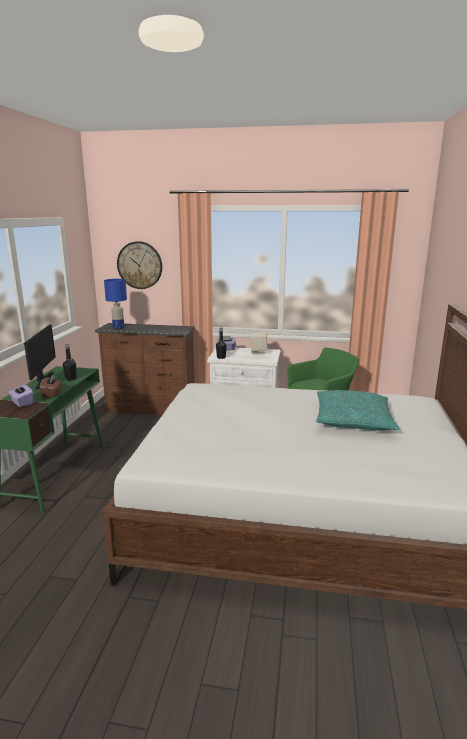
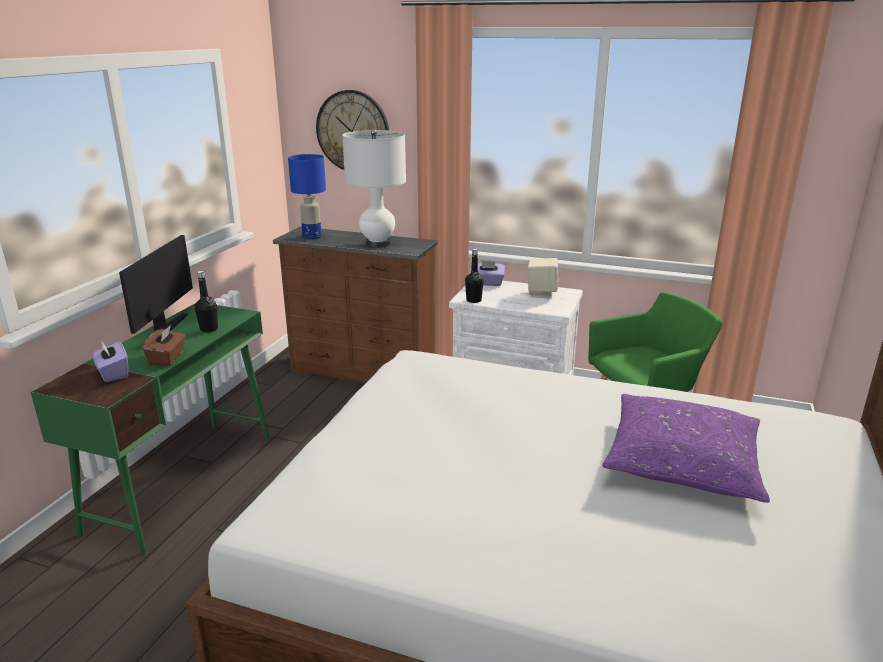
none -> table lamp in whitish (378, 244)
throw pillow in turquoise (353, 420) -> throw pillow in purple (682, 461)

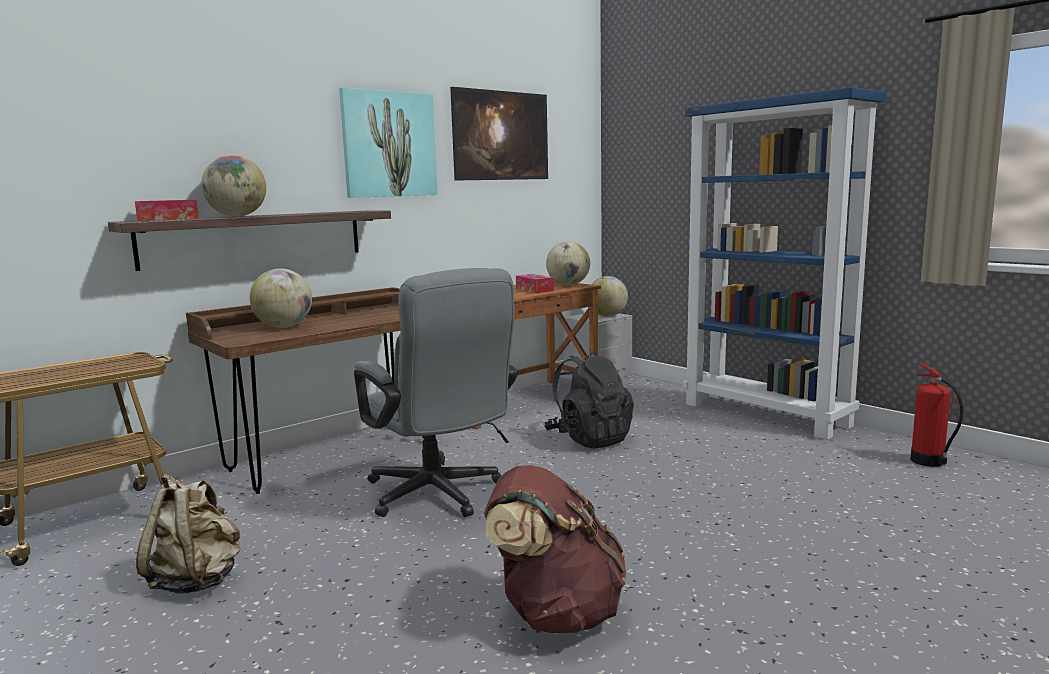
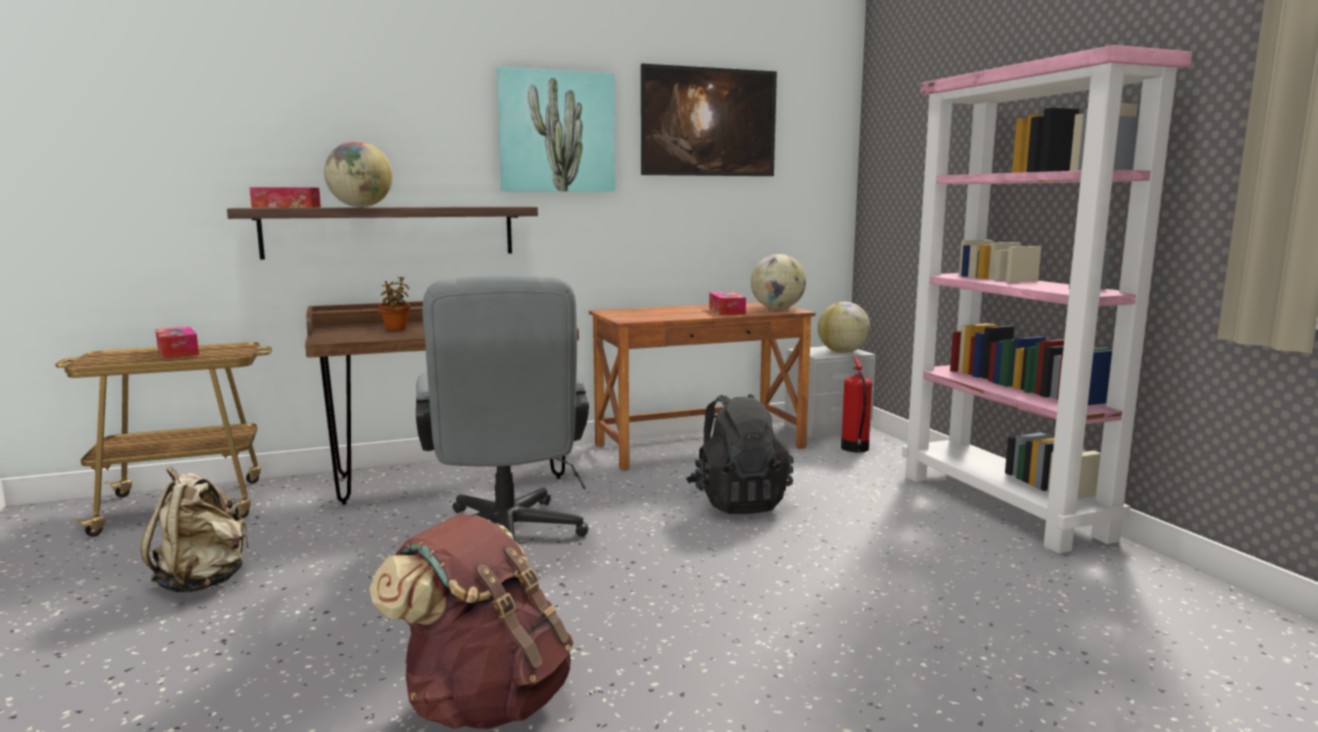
none -> tissue holder (178, 351)
desk globe (284, 327) -> potted plant (396, 329)
extinguisher (928, 462) -> extinguisher (854, 449), relocated
bookcase in bluish (767, 414) -> bookcase in pink-coloured (1004, 506)

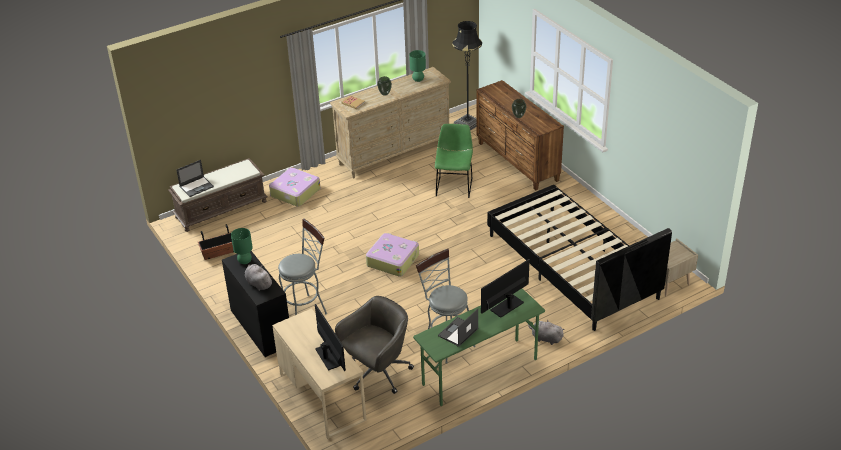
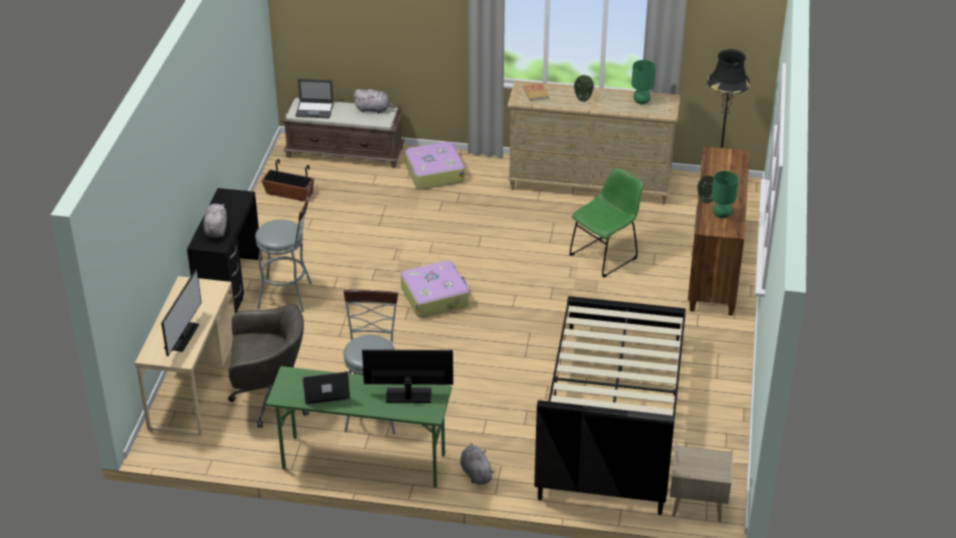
none -> cuddly toy in grey (374, 109)
table lamp in green-coloured (245, 261) -> table lamp in green-coloured (721, 215), relocated

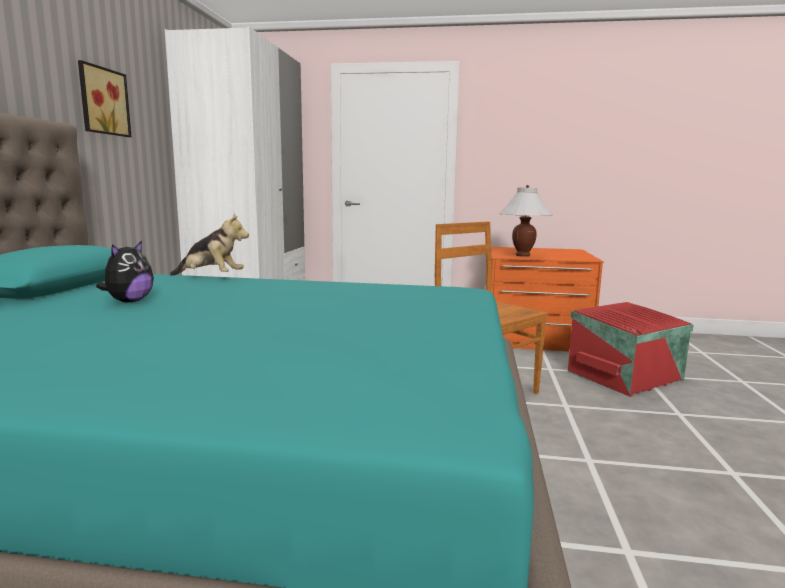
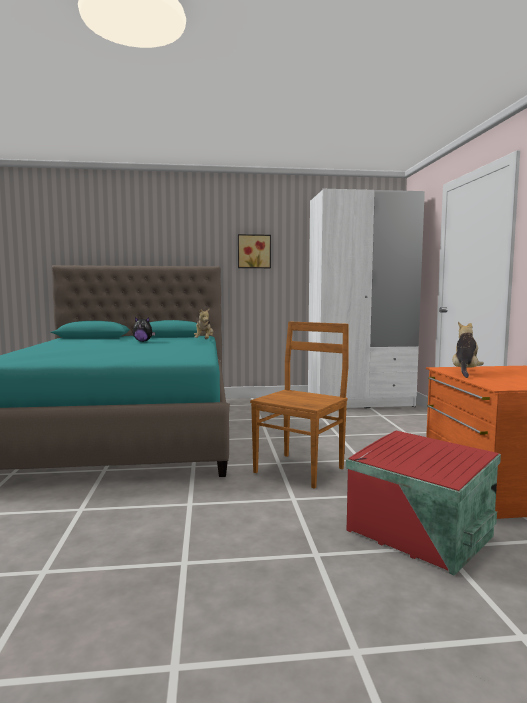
table lamp in whitish (523, 255) -> cuddly toy (465, 372)

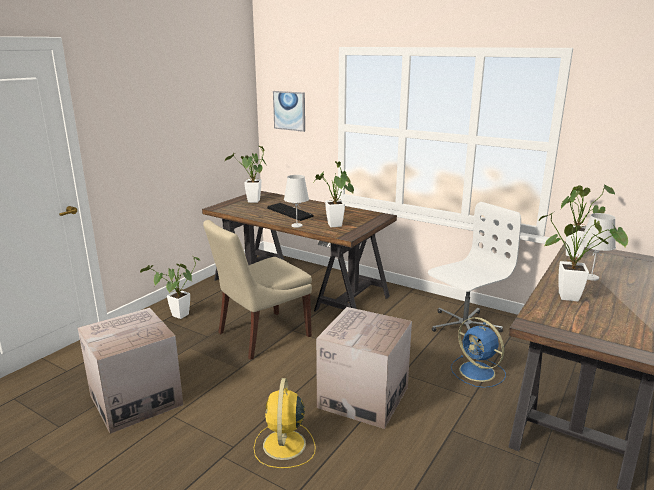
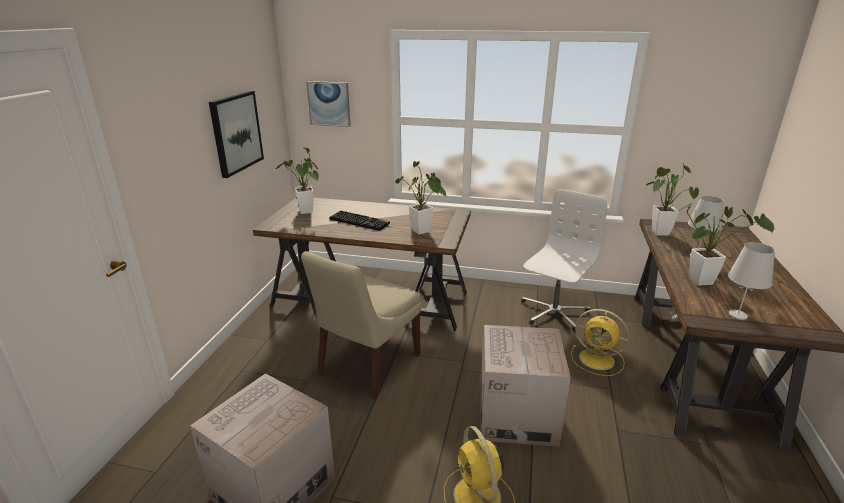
none -> picture (236, 132)
electric fan in bluish (478, 372) -> electric fan in yellow-coloured (598, 360)
table lamp in whitish (296, 225) -> table lamp in whitish (737, 315), relocated
potted plant (177, 317) -> none

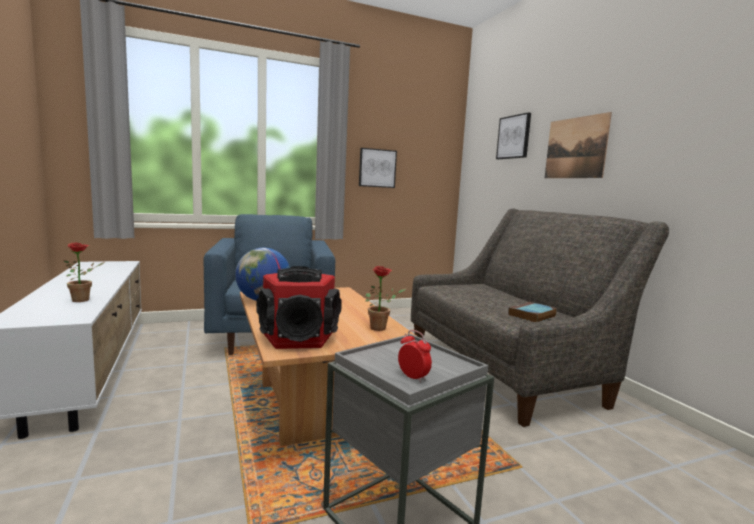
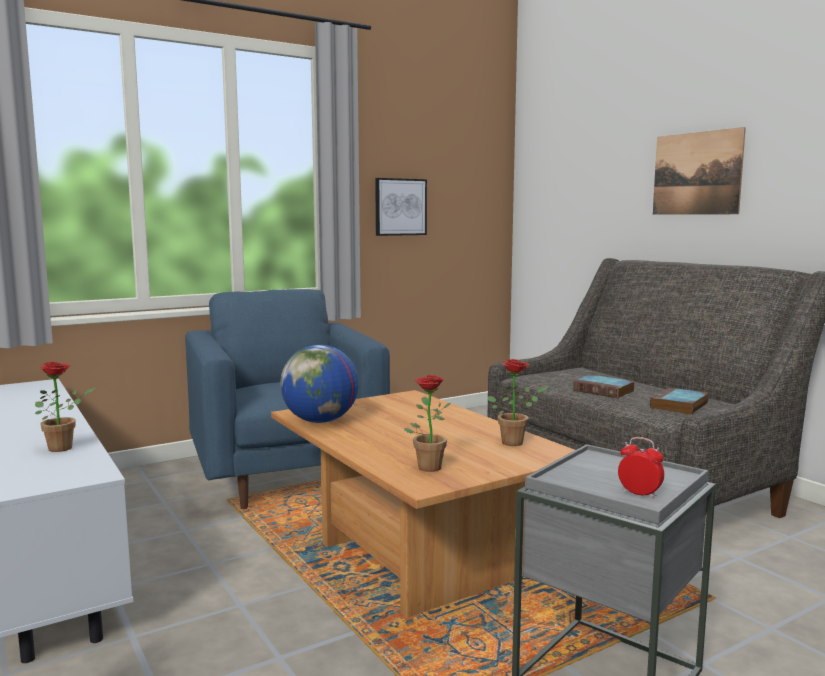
speaker (299, 337) -> potted plant (427, 466)
none -> bound book (605, 391)
picture (514, 137) -> none

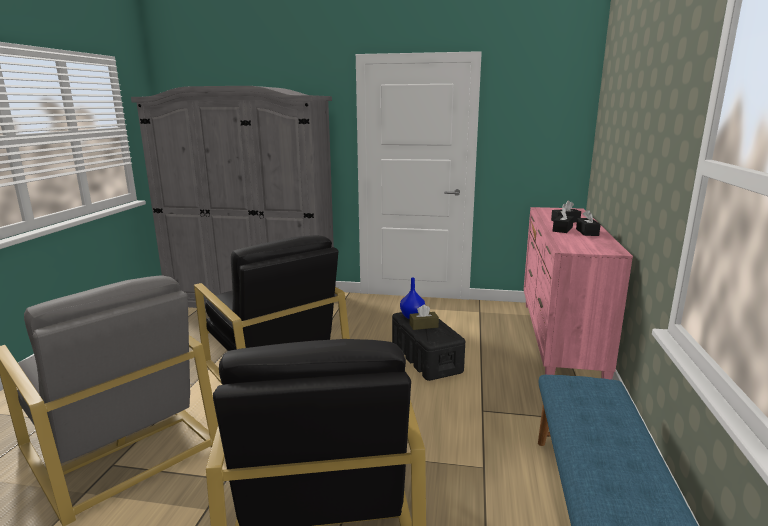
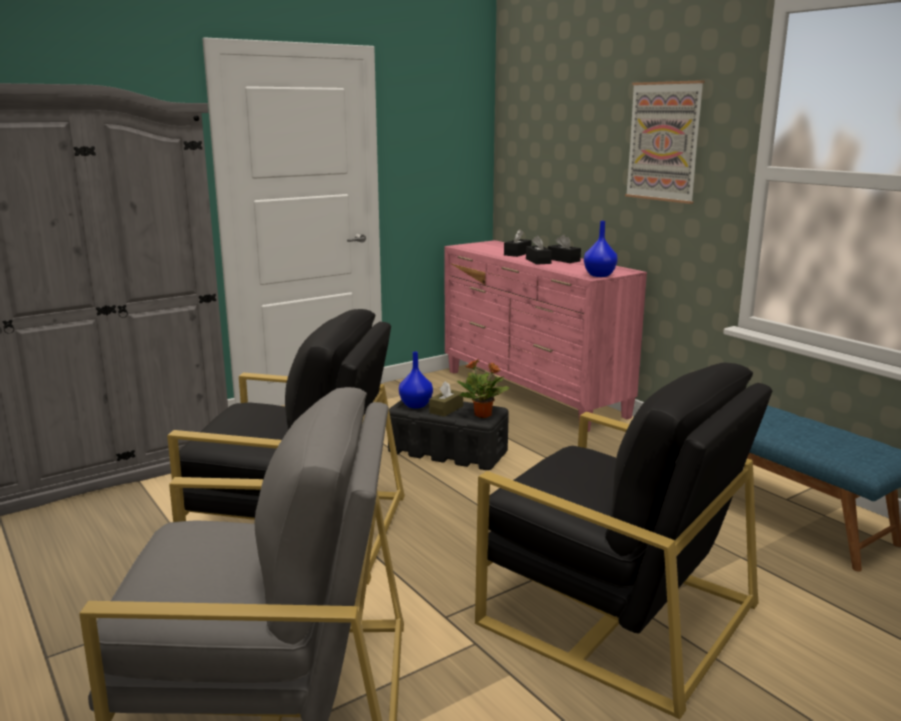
none -> potted plant (483, 415)
none -> flower vase in bluish (599, 275)
none -> picture (664, 141)

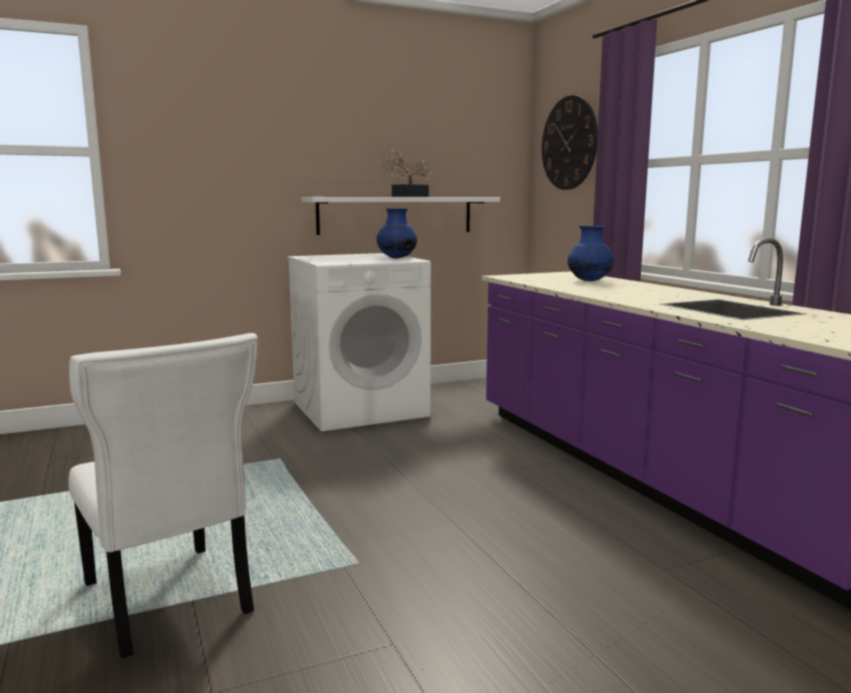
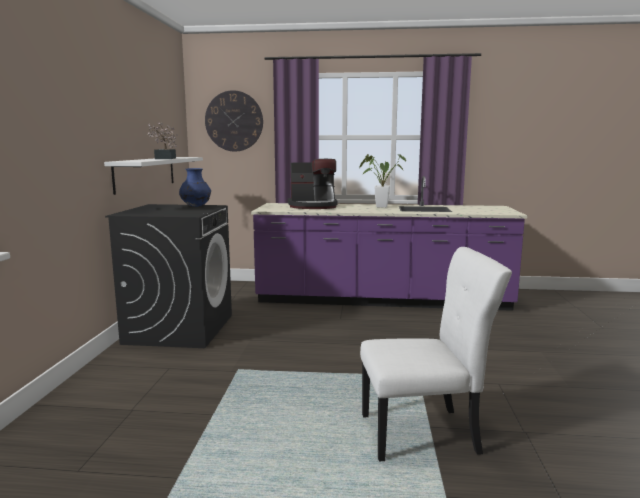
laundry machine in whitish (360, 409) -> laundry machine in black-coloured (179, 329)
flower vase in bluish (589, 281) -> coffee machine (313, 206)
none -> potted plant (378, 206)

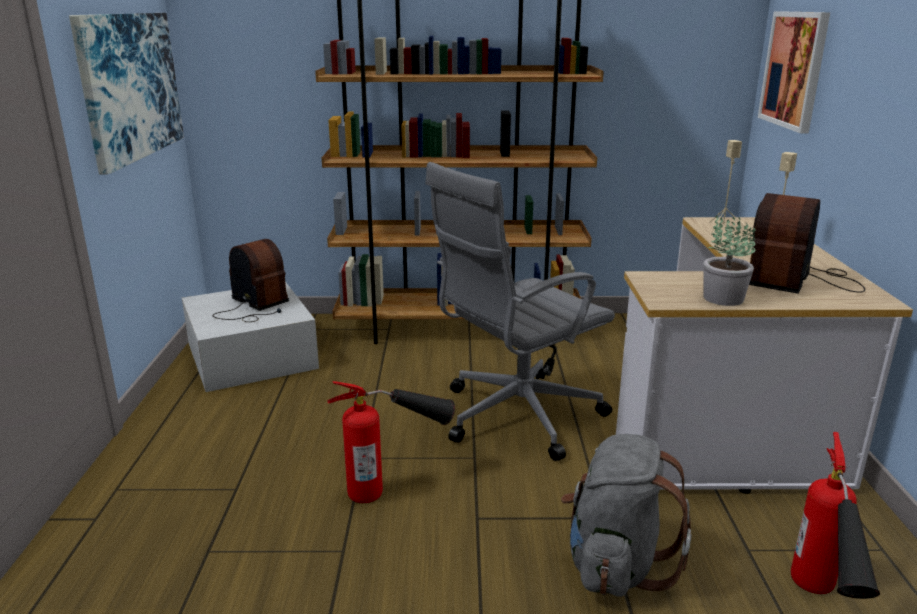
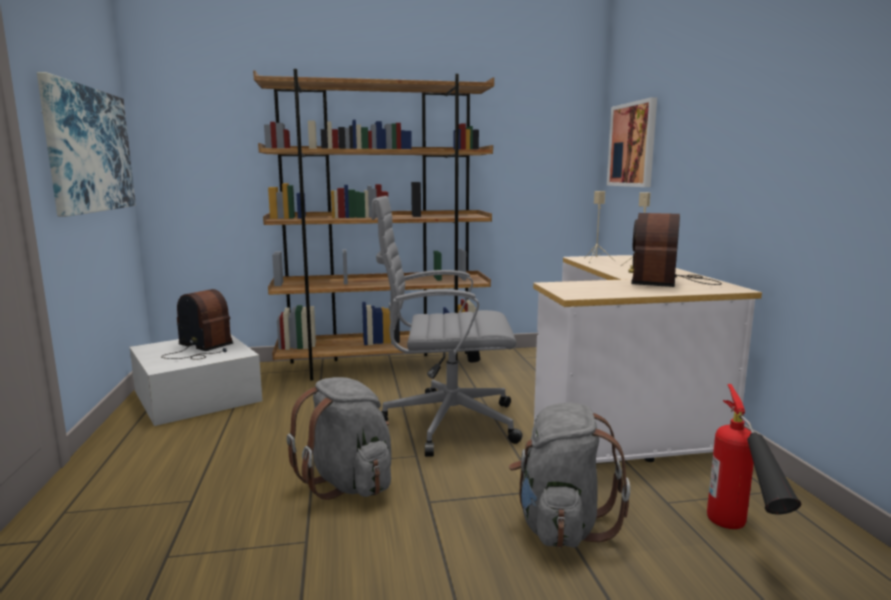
extinguisher (396, 484) -> knapsack in grey (348, 482)
desk chair in grey (516, 416) -> desk chair in grey (445, 423), 45 degrees clockwise
potted plant (722, 298) -> none

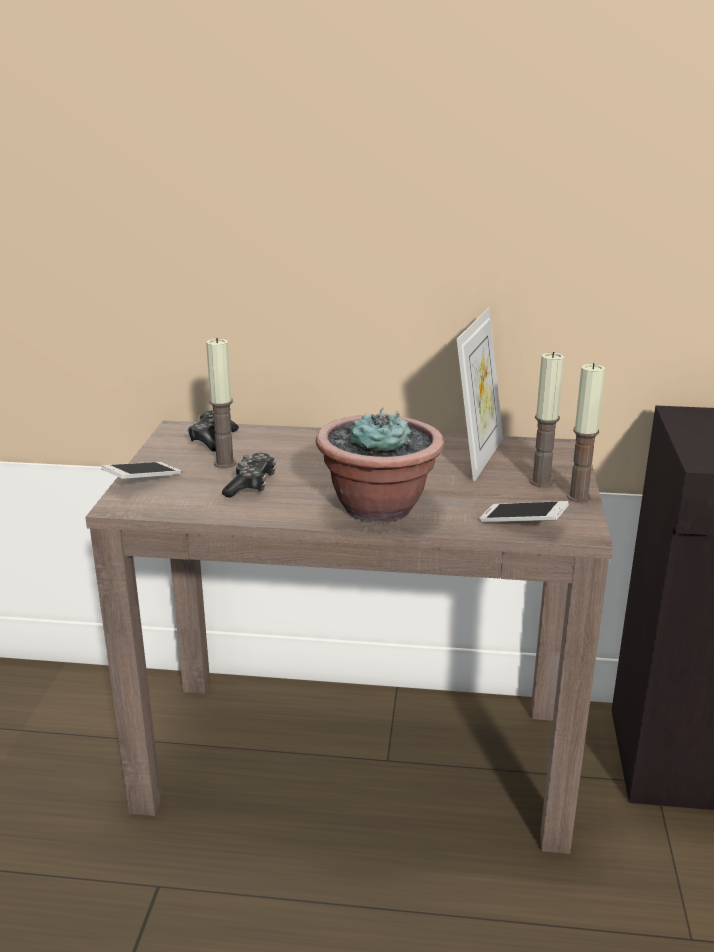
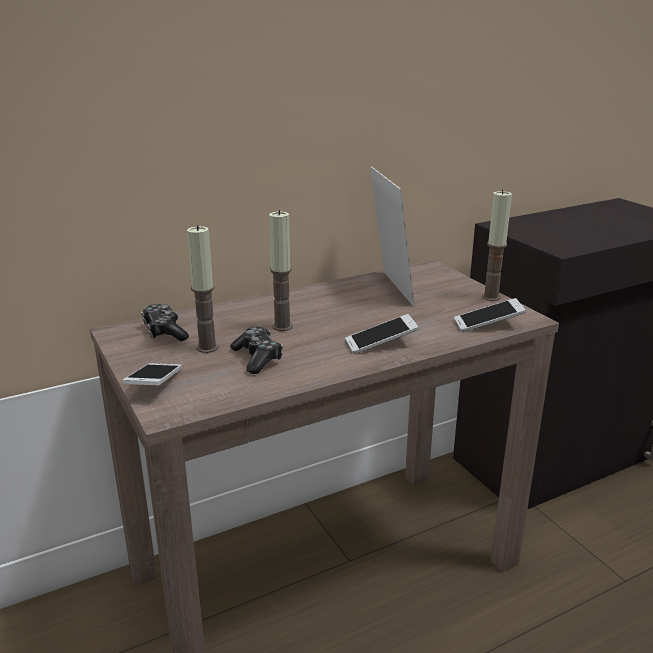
candle (541, 482) -> candle (282, 326), relocated
potted plant (378, 507) -> handset (381, 344)

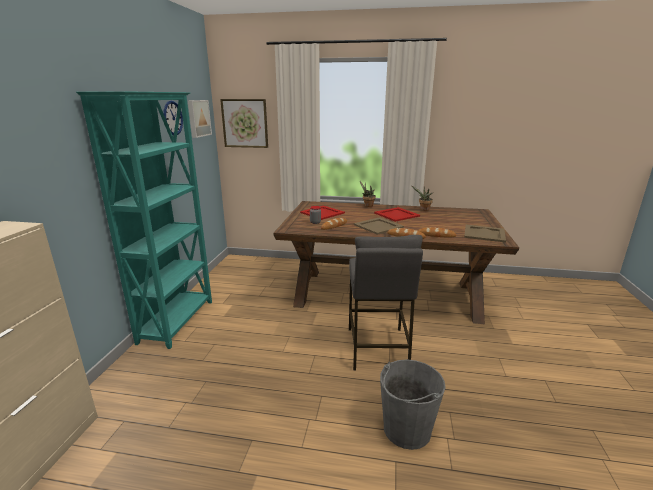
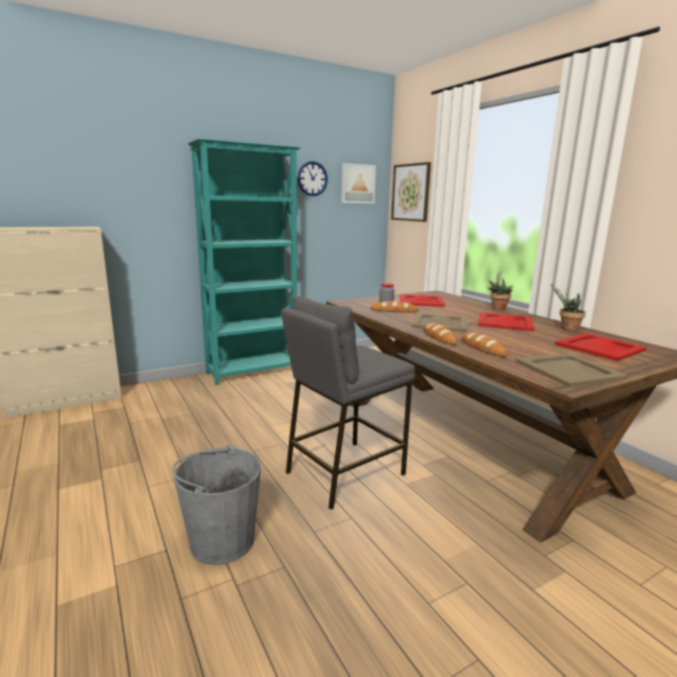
none -> serving tray in red (599, 347)

